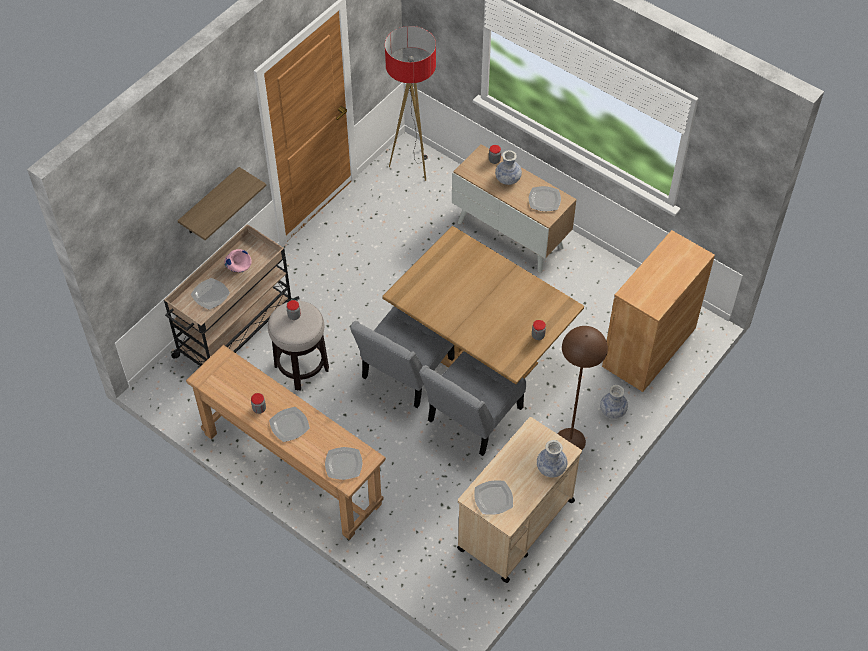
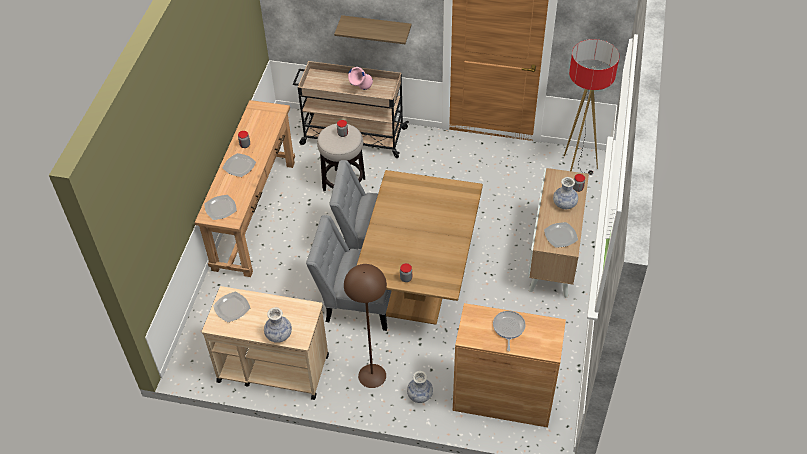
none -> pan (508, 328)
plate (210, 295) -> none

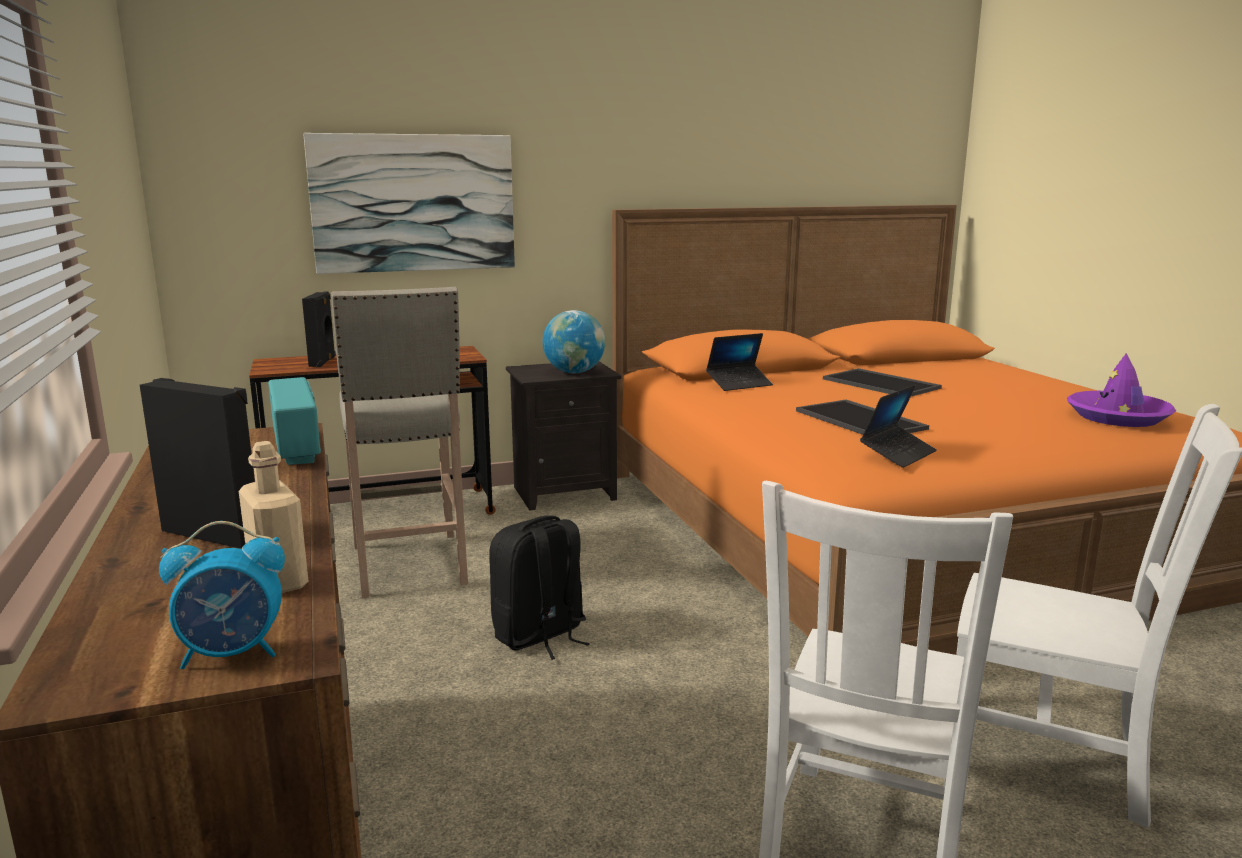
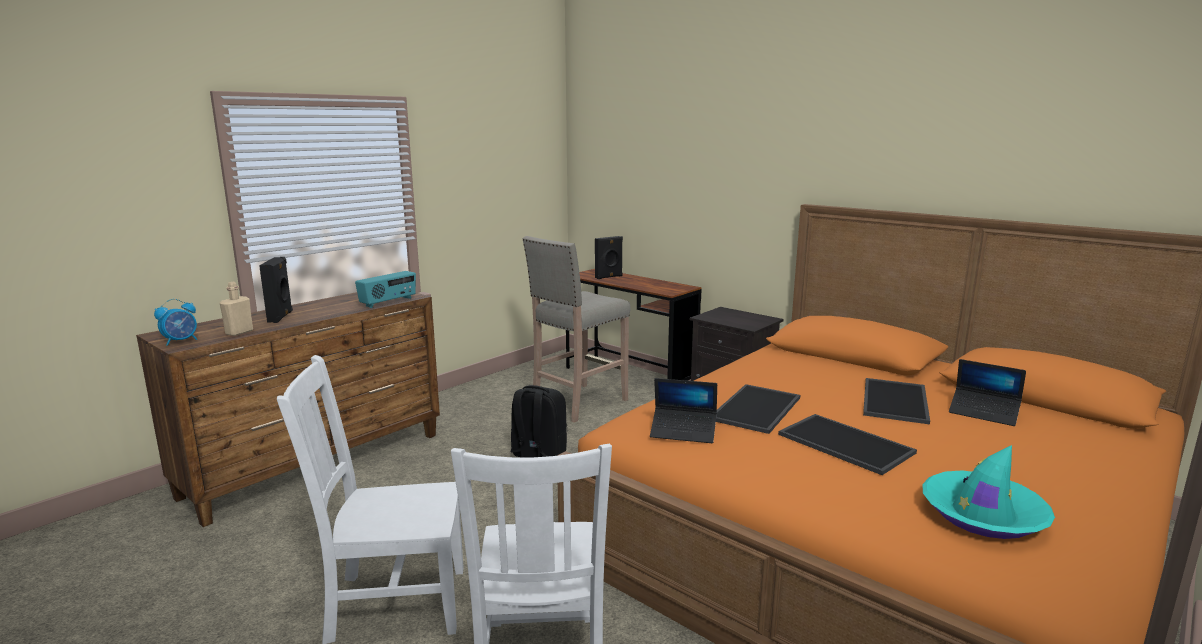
alarm clock (233, 654) -> alarm clock (181, 341), 90 degrees counterclockwise
none -> serving tray (843, 443)
wearable hat in purple (1118, 417) -> wearable hat in turquoise (983, 515)
laptop (739, 384) -> laptop (983, 413), relocated
picture (413, 203) -> none
desk globe (574, 372) -> none

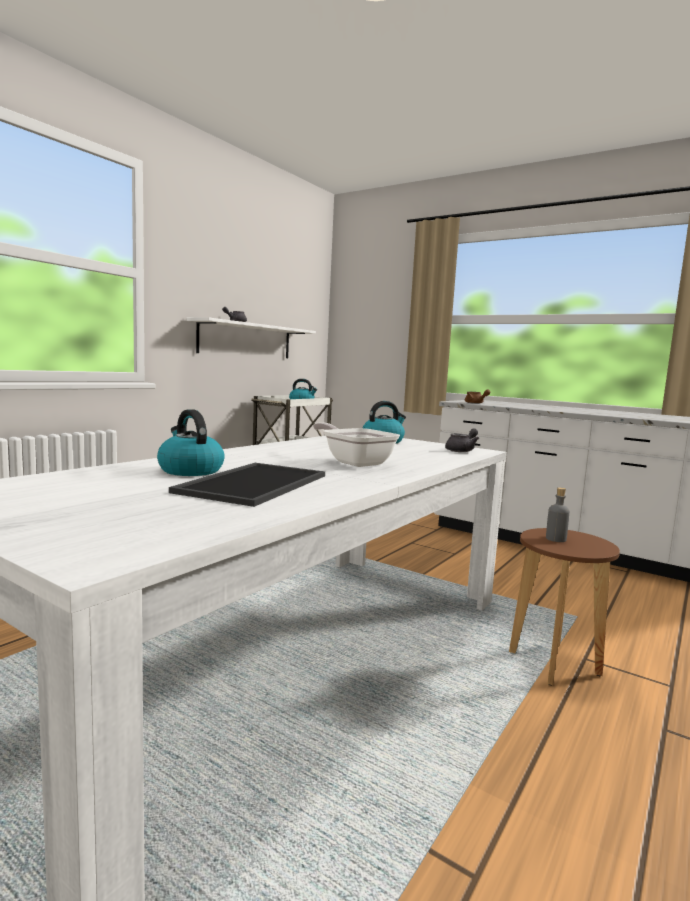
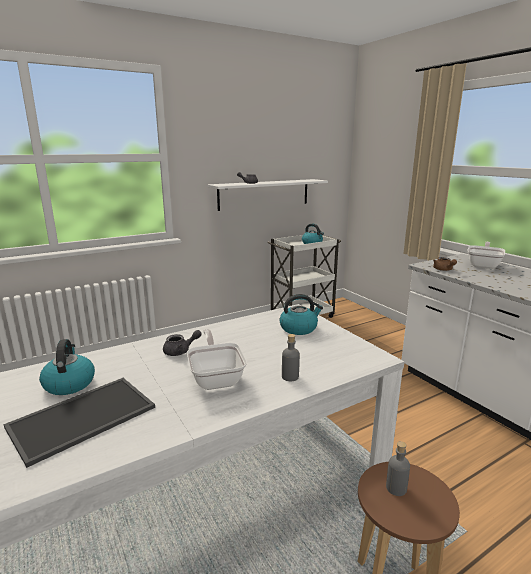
pot for tea in grey (462, 450) -> pot for tea in grey (180, 351), relocated
none -> beverage bottle in grey (290, 377)
none -> pan (484, 265)

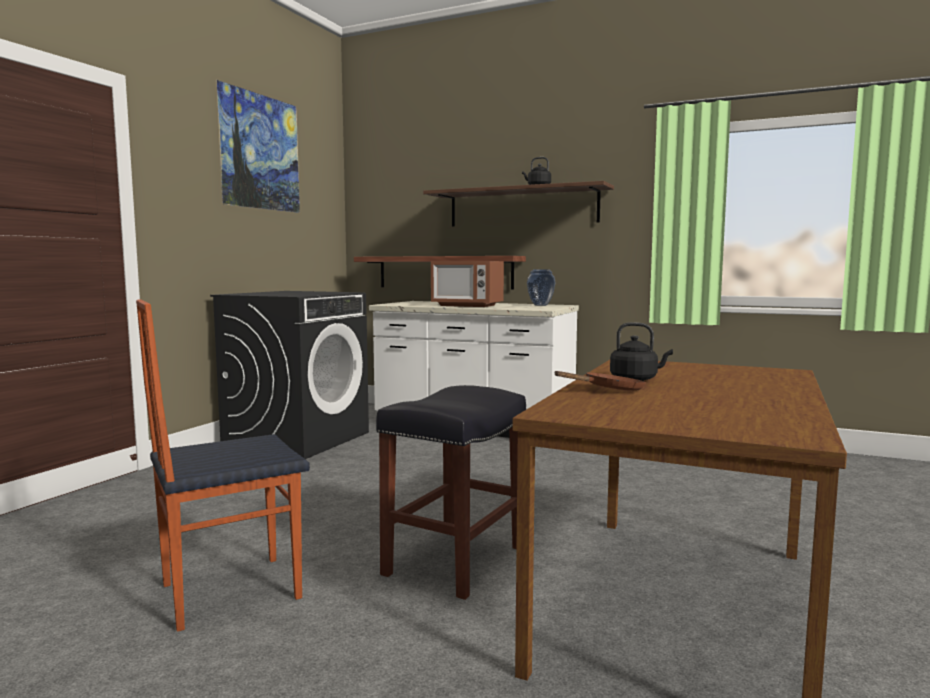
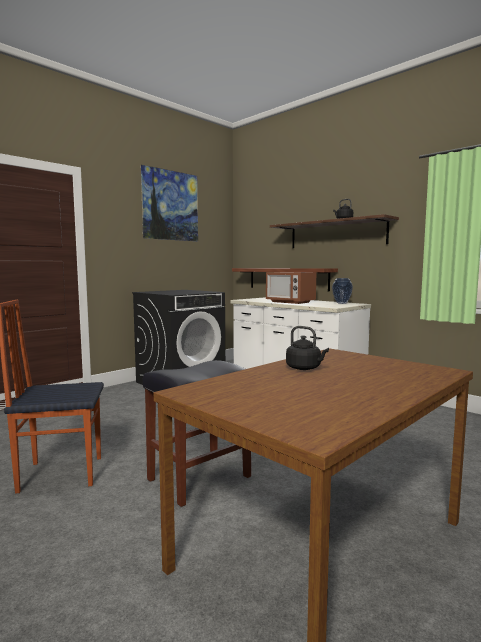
pan in brownish (609, 390) -> none

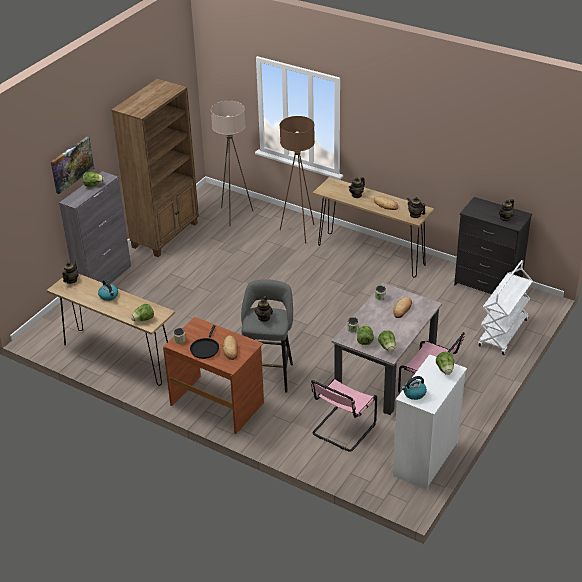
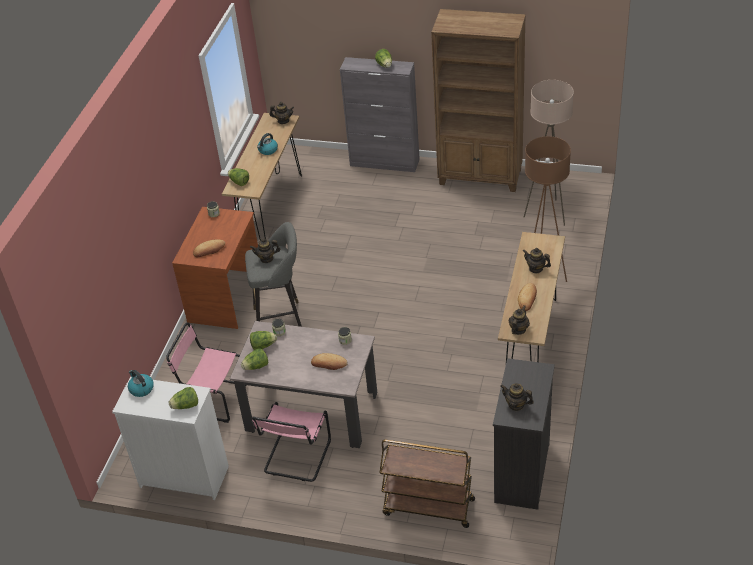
trolley in whitish (503, 333) -> trolley in brownish (428, 507)
picture (71, 164) -> none
pan in black-coloured (205, 348) -> none

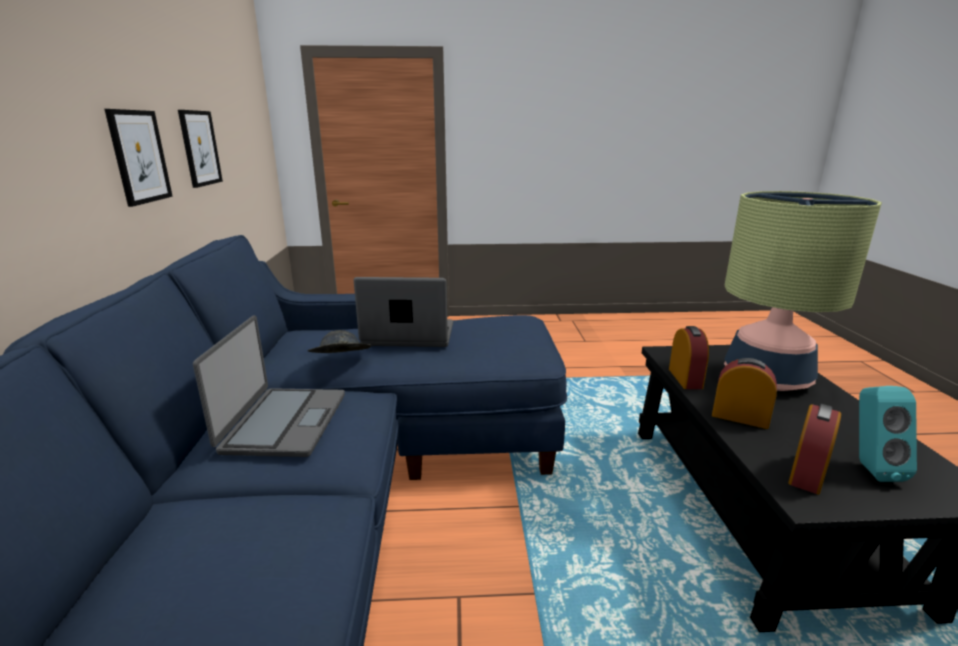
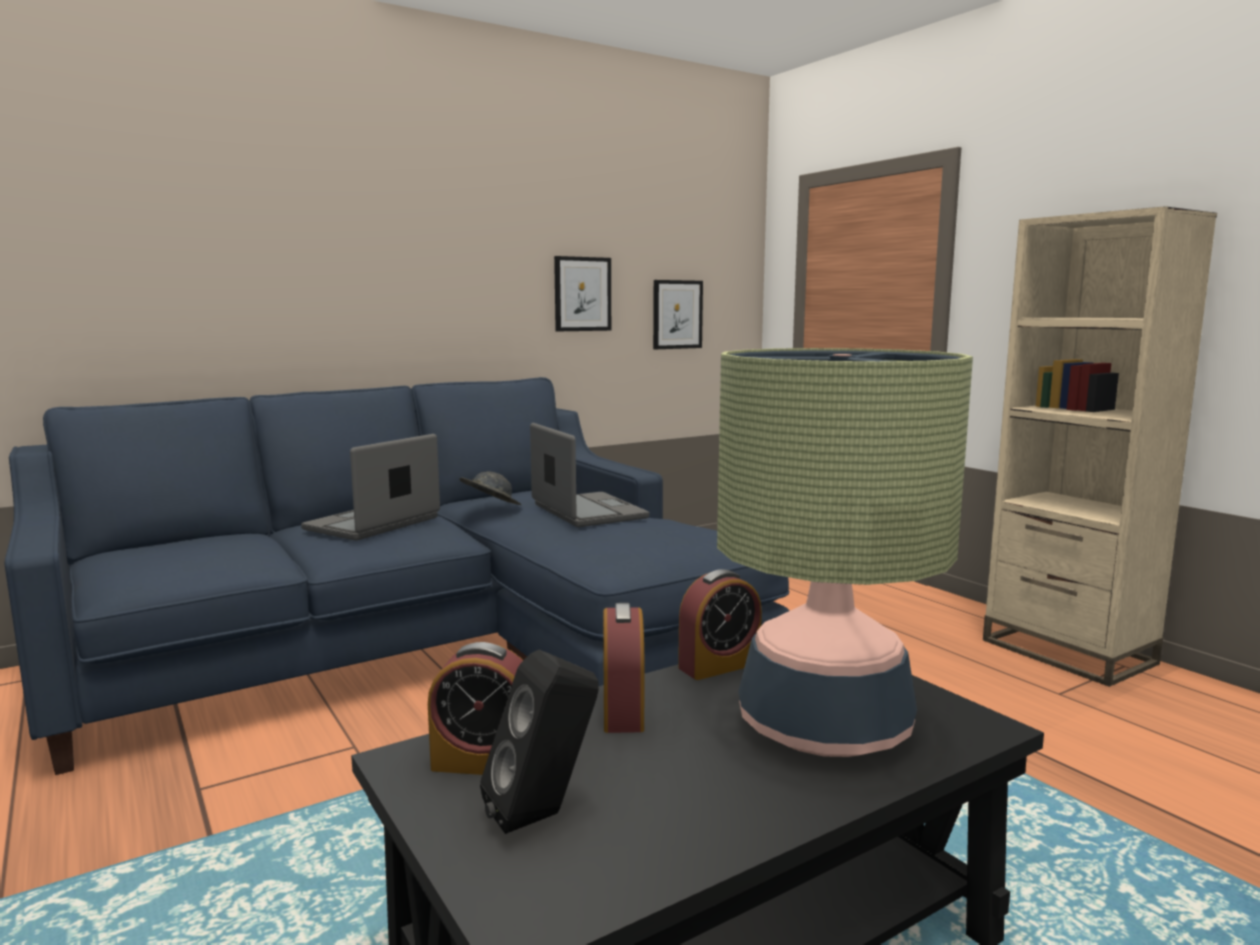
laptop (283, 422) -> laptop (373, 524), 150 degrees clockwise
speaker in turquoise (869, 468) -> speaker in black-coloured (544, 816)
picture (139, 157) -> picture (677, 314), relocated
none -> bookcase in sand-coloured (1067, 652)

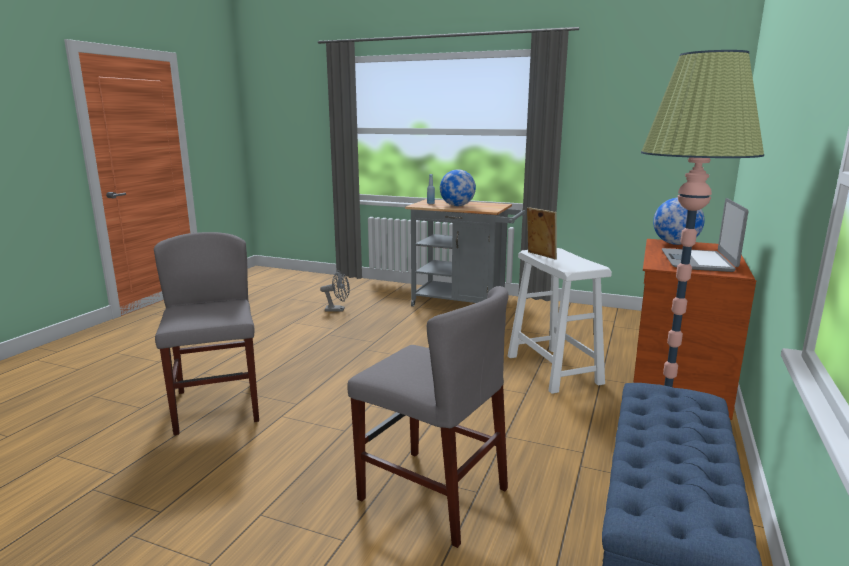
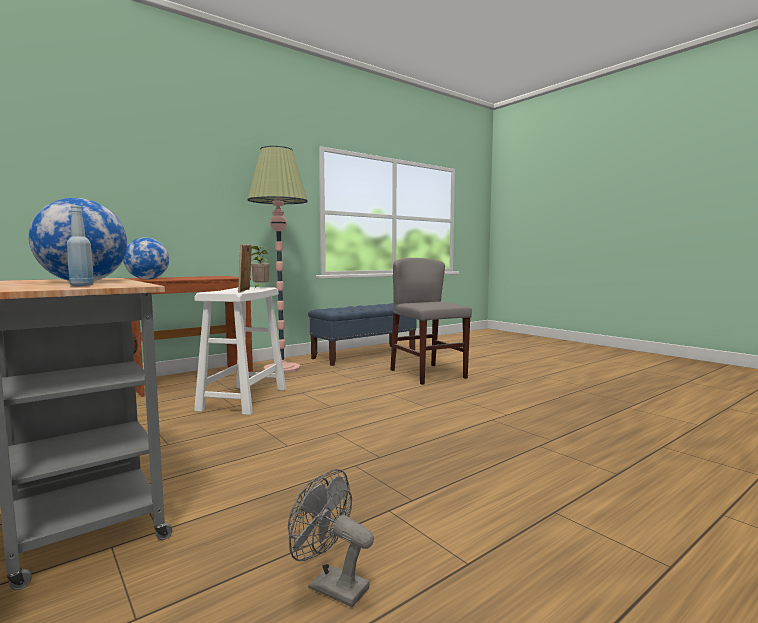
none -> potted plant (260, 288)
upright chair in grey (217, 406) -> none
laptop (698, 261) -> none

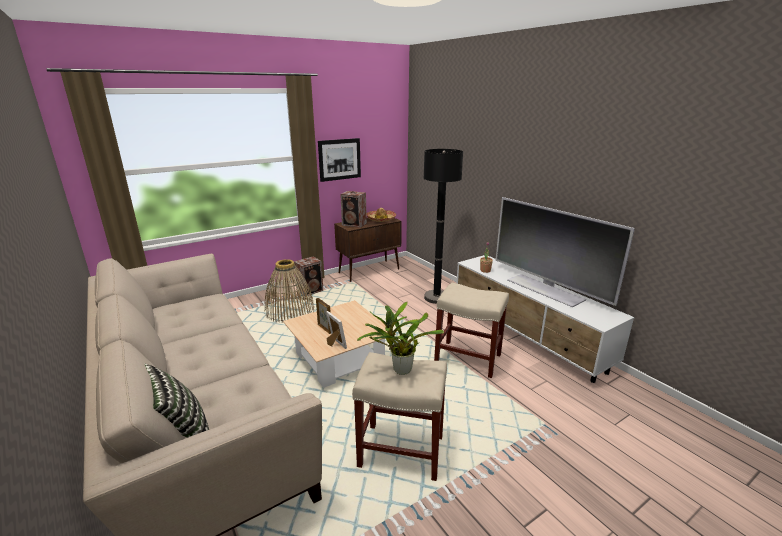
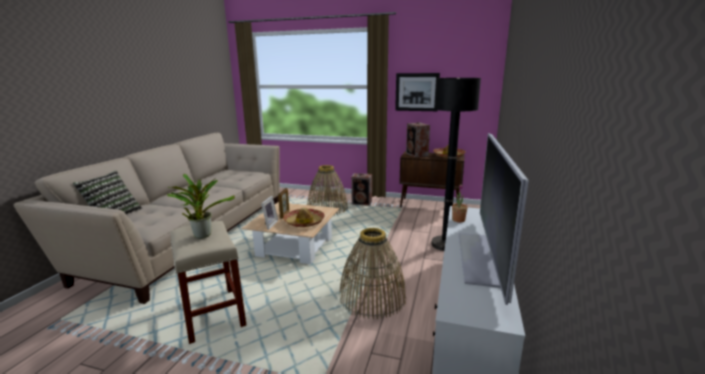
none -> wearable hat (304, 222)
sitting stool in sand-coloured (469, 358) -> storage basket (372, 297)

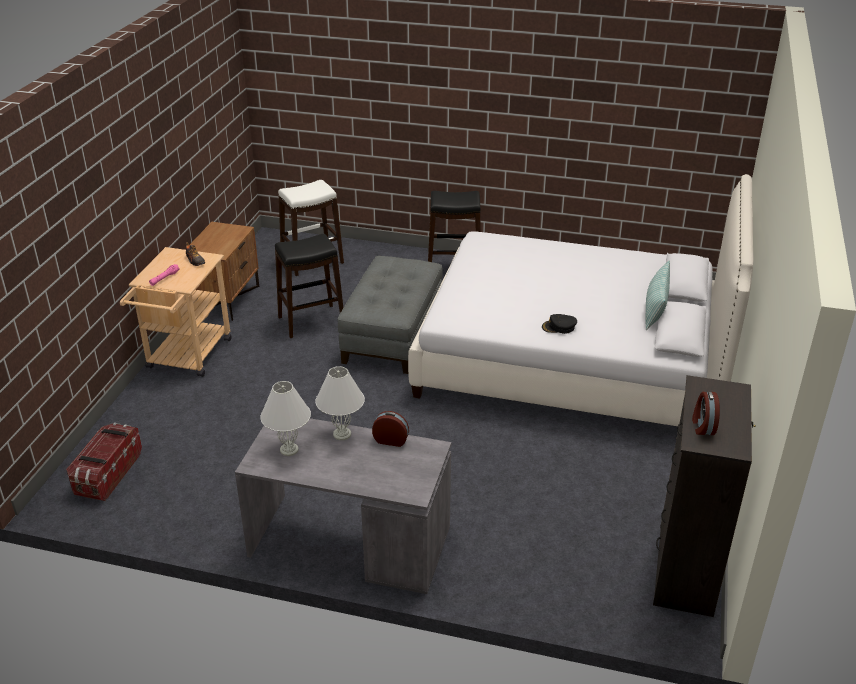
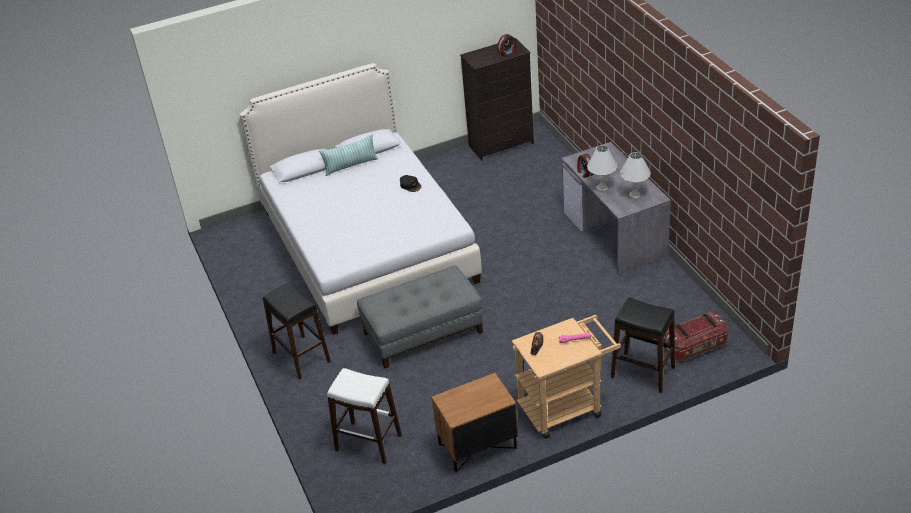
sitting stool in black-coloured (311, 321) -> sitting stool in black-coloured (643, 372), relocated

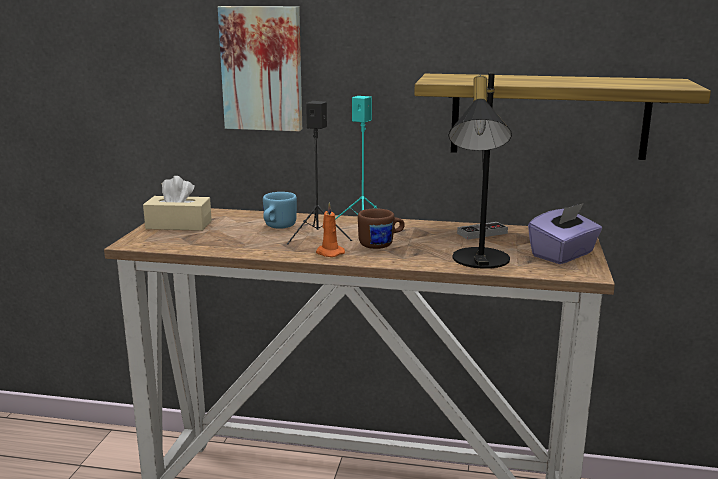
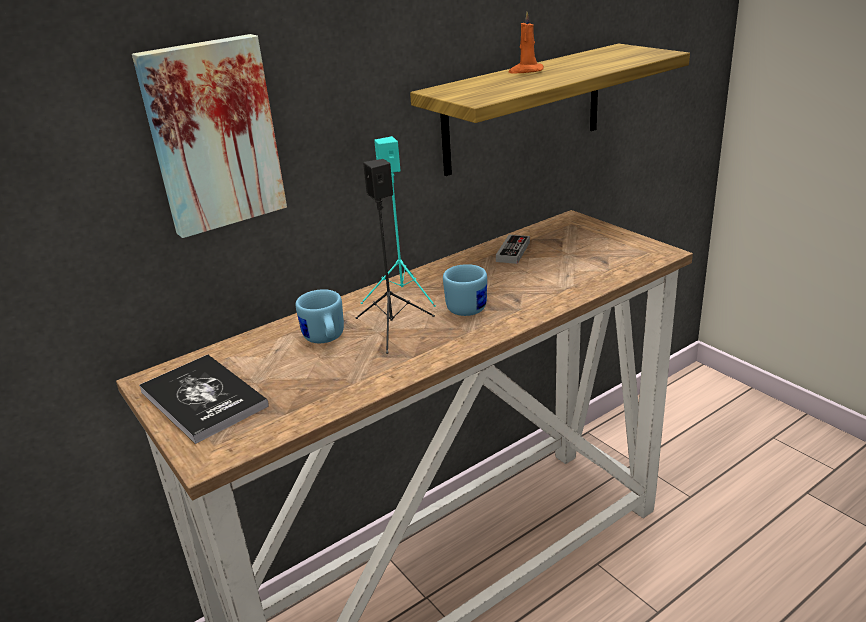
tissue holder in sand-coloured (179, 225) -> bound book (203, 399)
mug in brownish (381, 245) -> mug in bluish (469, 306)
candle in orange-coloured (329, 253) -> candle in orange-coloured (525, 71), relocated
table lamp in black-coloured (477, 262) -> none
tissue holder in purple (563, 255) -> none

